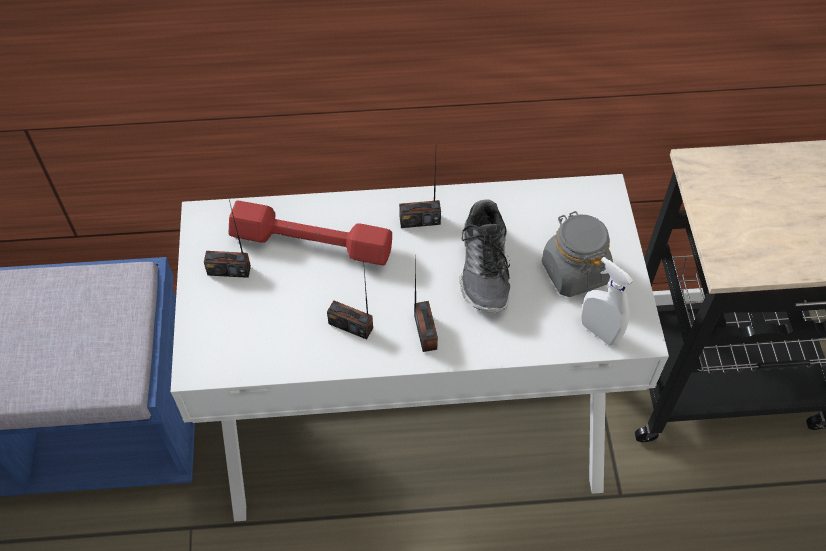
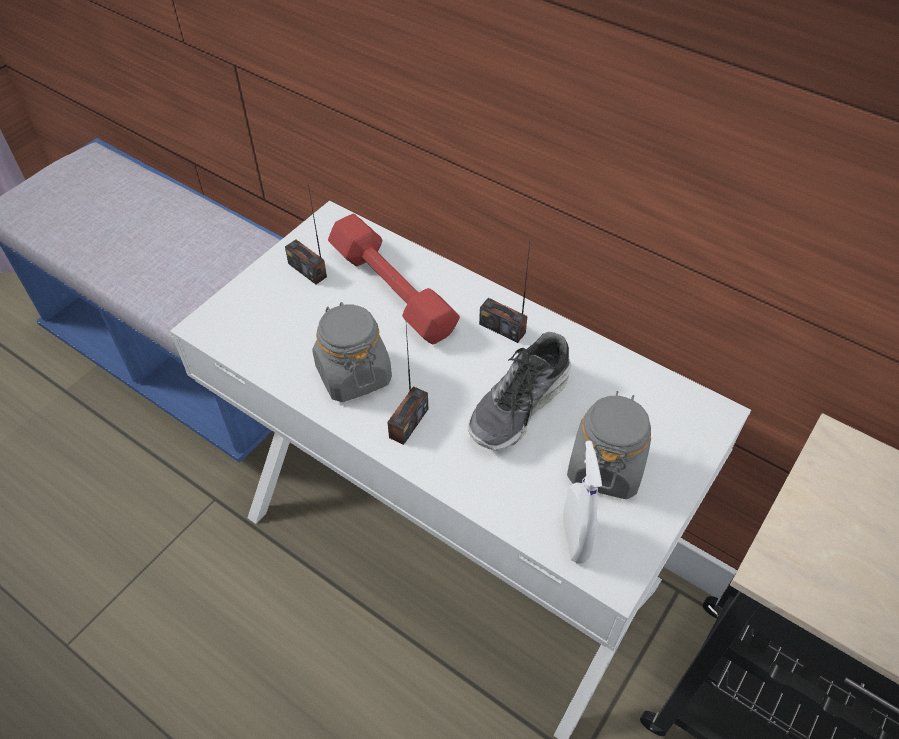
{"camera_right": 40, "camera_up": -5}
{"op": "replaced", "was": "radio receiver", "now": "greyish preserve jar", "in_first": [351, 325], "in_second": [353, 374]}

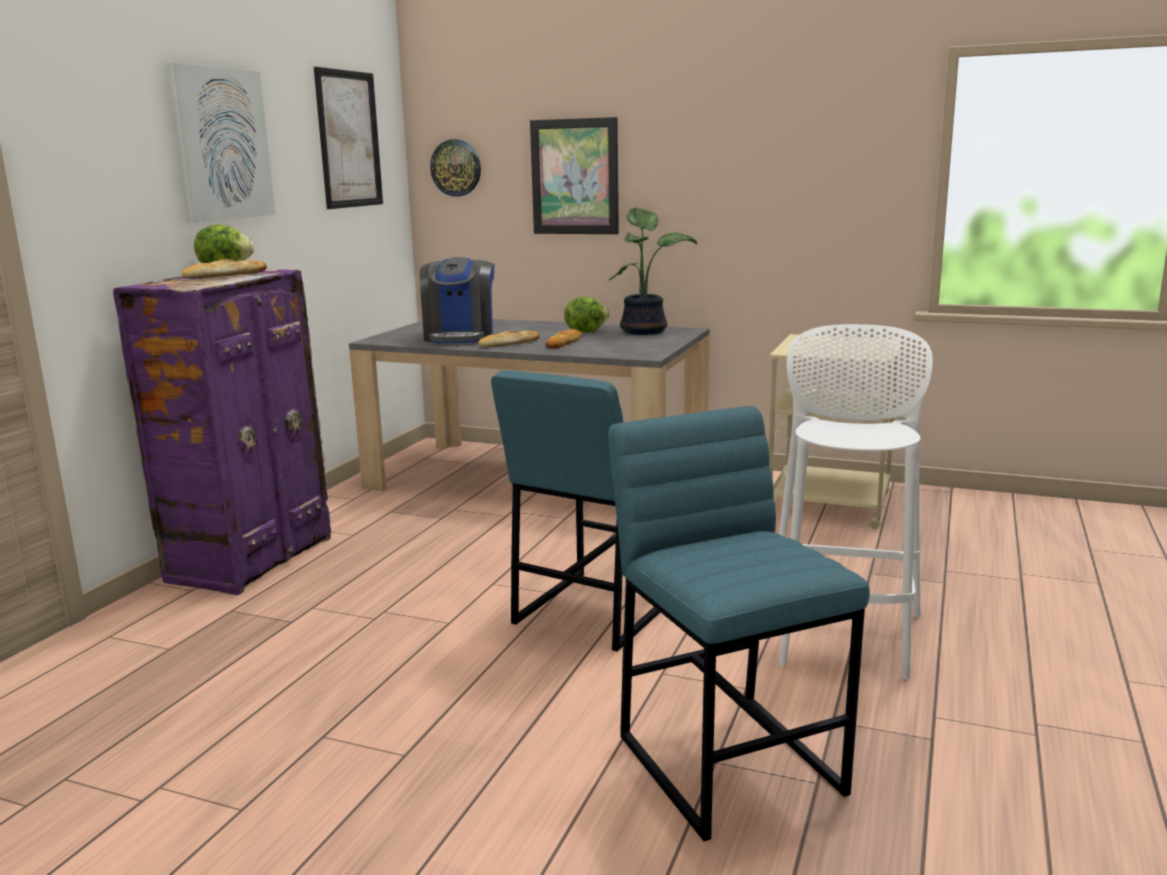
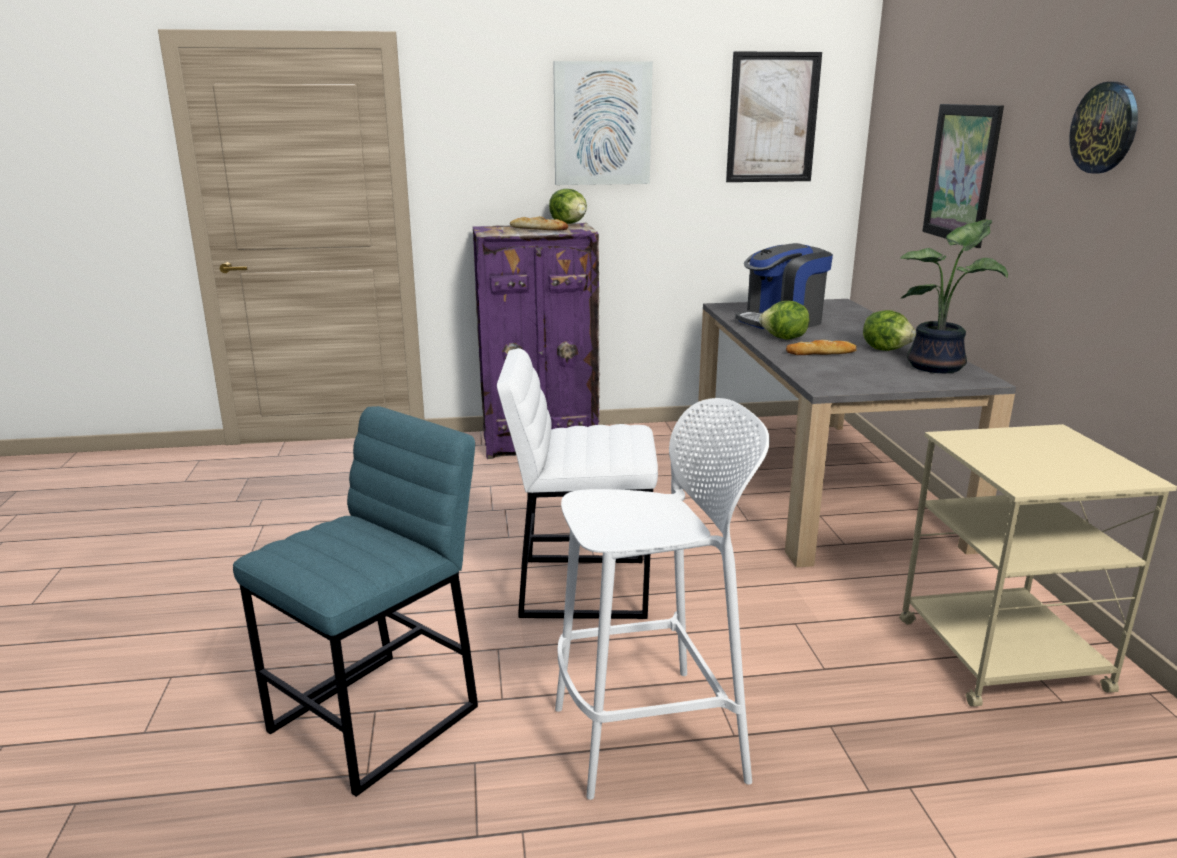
{"camera_right": 60, "camera_up": 5}
{"op": "moved", "was": "wall clock", "in_first": [456, 168], "in_second": [1105, 128]}
{"op": "replaced", "was": "bread", "now": "lettuce", "in_first": [508, 344], "in_second": [784, 338]}
{"op": "recoloured", "was": "bluish stool", "now": "white-coloured stool", "in_first": [594, 611], "in_second": [579, 587]}

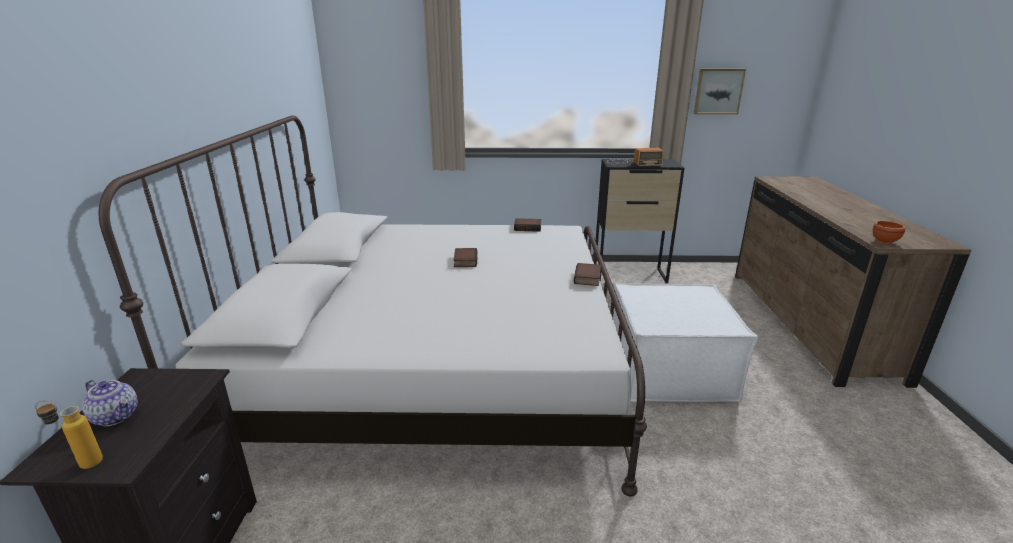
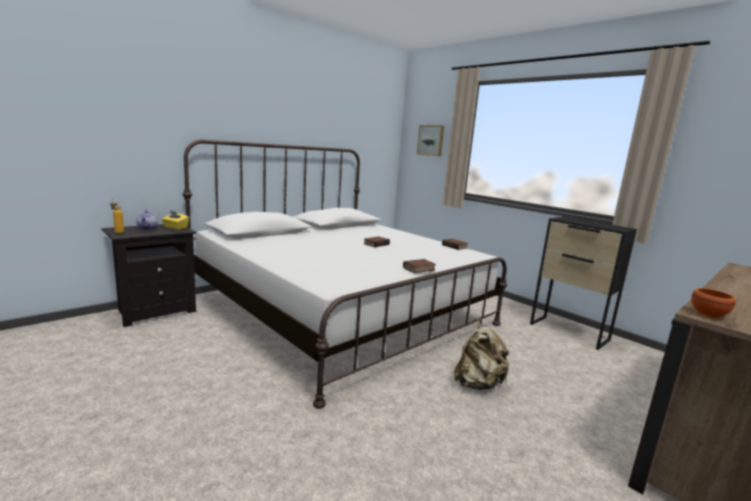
{"camera_right": 45, "camera_up": -10}
{"op": "removed", "was": "radio receiver", "in_first": [631, 163]}
{"op": "added", "now": "yellow-coloured box of tissues", "in_second": [175, 228]}
{"op": "moved", "was": "picture", "in_first": [718, 91], "in_second": [431, 140]}
{"op": "replaced", "was": "white-coloured pouffe", "now": "beige rucksack", "in_first": [669, 369], "in_second": [478, 383]}

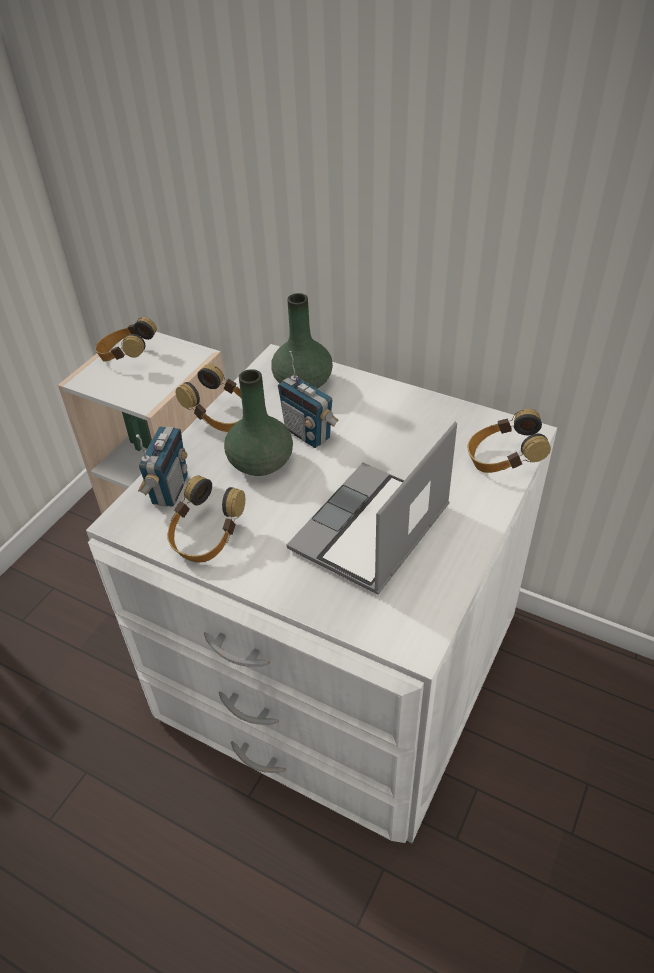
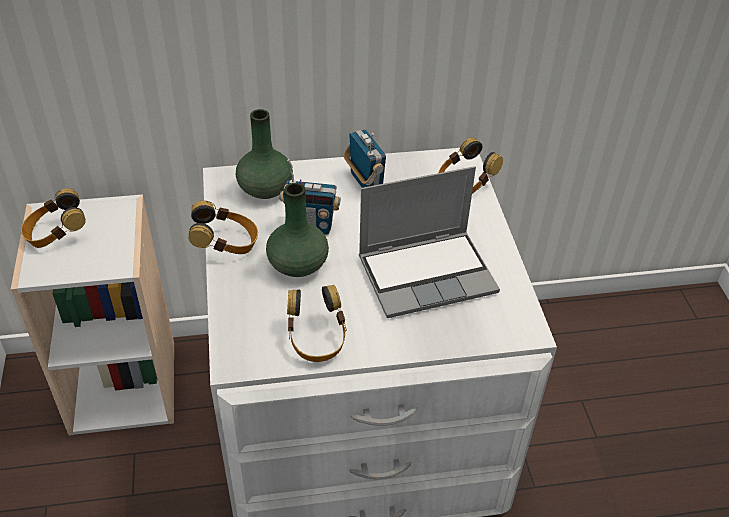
{"camera_right": -40, "camera_up": 0}
{"op": "moved", "was": "radio receiver", "in_first": [169, 490], "in_second": [365, 182]}
{"op": "turned", "was": "portable computer", "in_first": [371, 531], "in_second": [428, 274], "clockwise": -105}

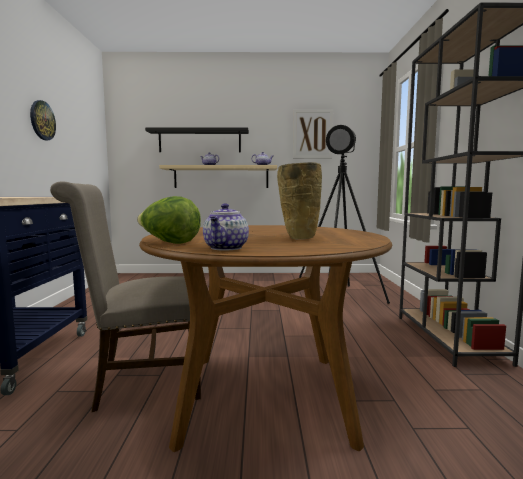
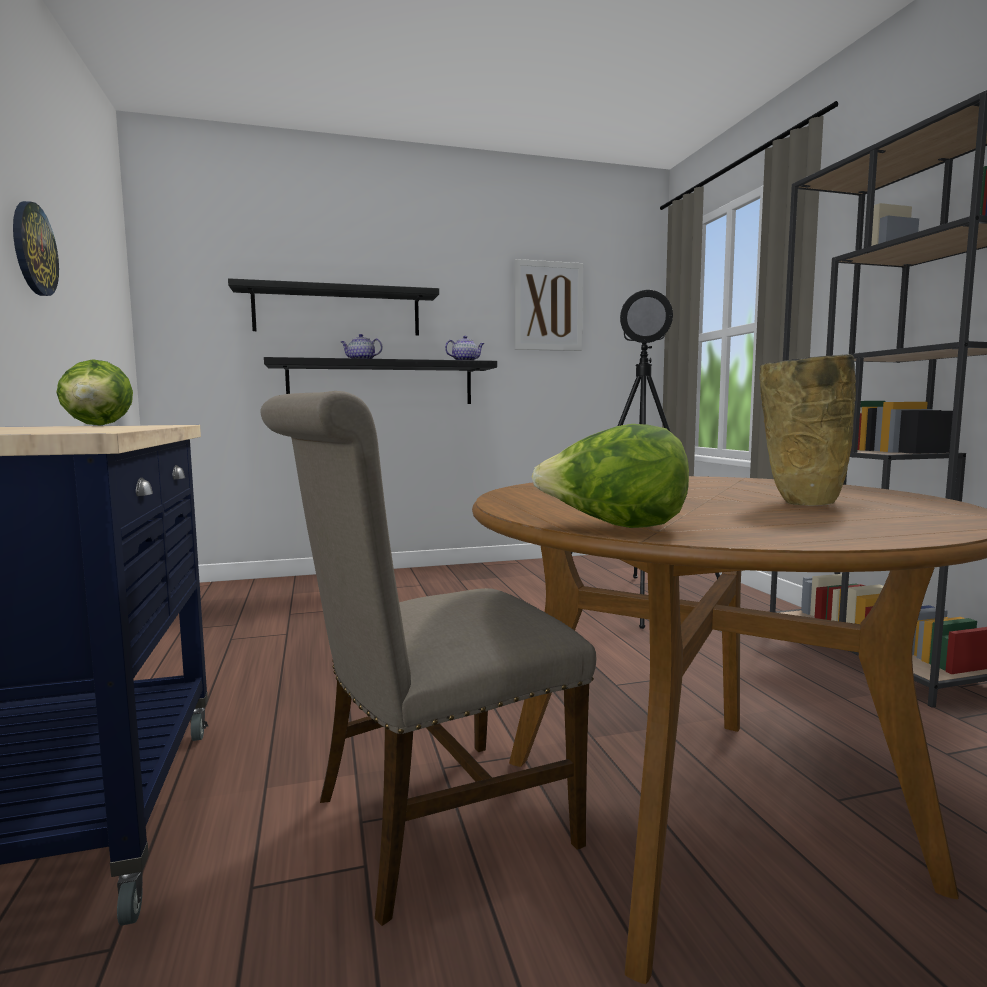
{"camera_right": -15, "camera_up": 0}
{"op": "removed", "was": "teapot", "in_first": [226, 248]}
{"op": "added", "now": "lettuce", "in_second": [98, 425]}
{"op": "recoloured", "was": "beige wall shelf", "now": "blackish wall shelf", "in_first": [221, 177], "in_second": [381, 383]}

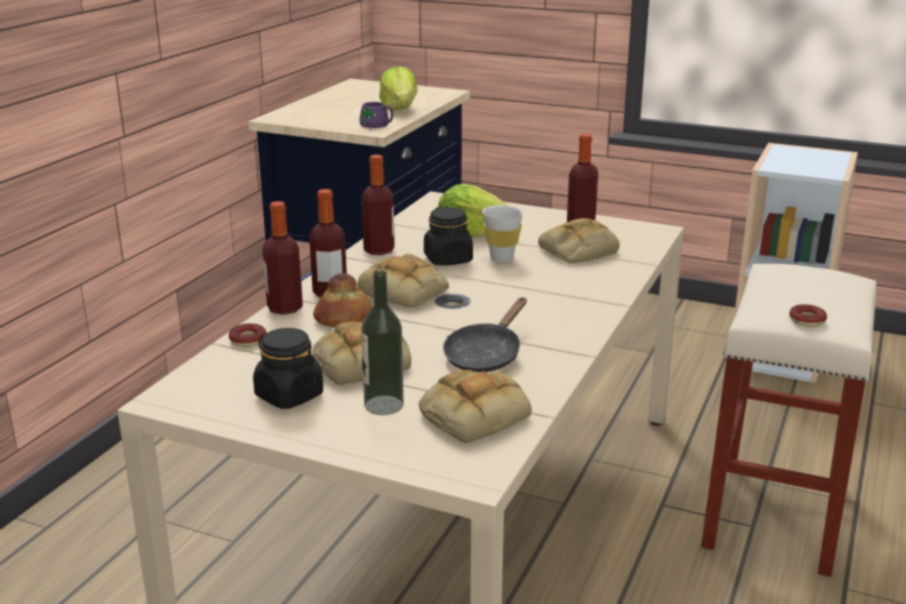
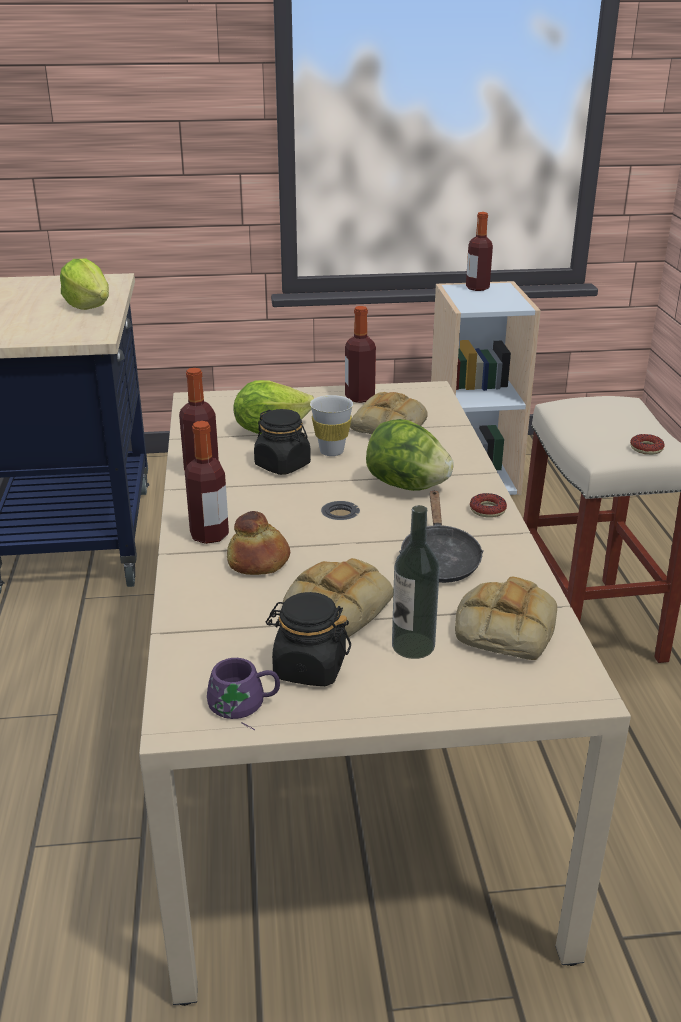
{"camera_right": -30, "camera_up": 5}
{"op": "removed", "was": "bread", "in_first": [405, 291]}
{"op": "added", "now": "lettuce", "in_second": [406, 486]}
{"op": "moved", "was": "doughnut", "in_first": [248, 340], "in_second": [487, 510]}
{"op": "moved", "was": "beverage bottle", "in_first": [285, 308], "in_second": [477, 288]}
{"op": "moved", "was": "purple-coloured coffee mug", "in_first": [375, 126], "in_second": [243, 706]}

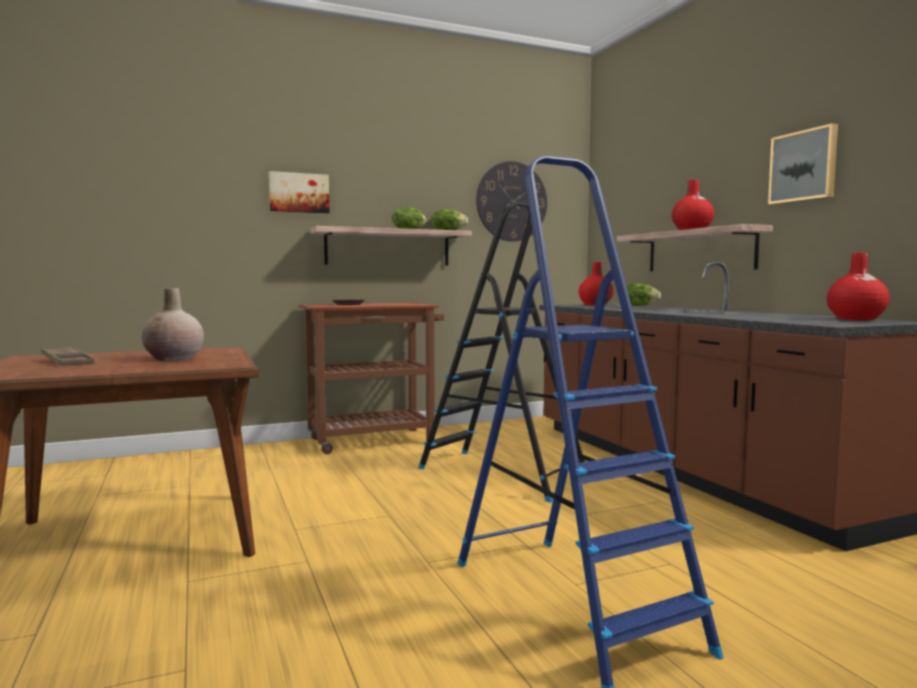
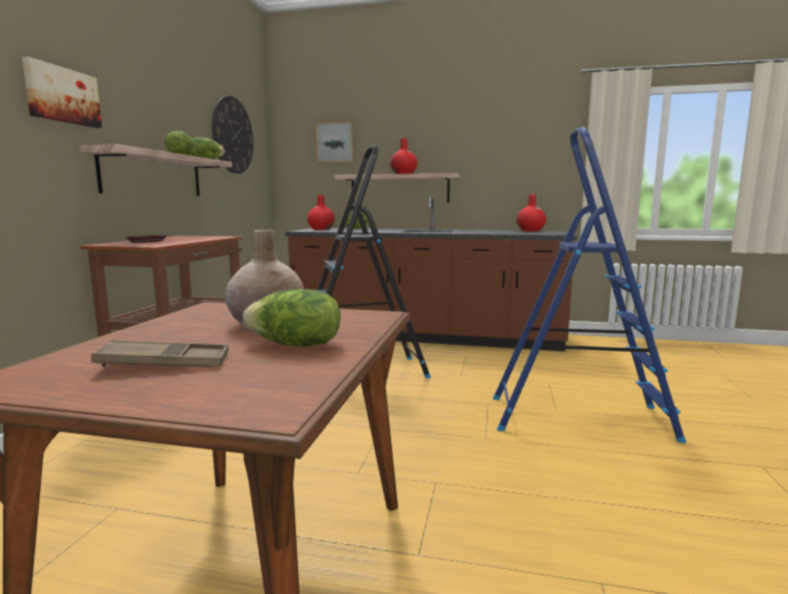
{"camera_right": -55, "camera_up": 5}
{"op": "added", "now": "lettuce", "in_second": [296, 345]}
{"op": "moved", "was": "picture", "in_first": [804, 166], "in_second": [336, 142]}

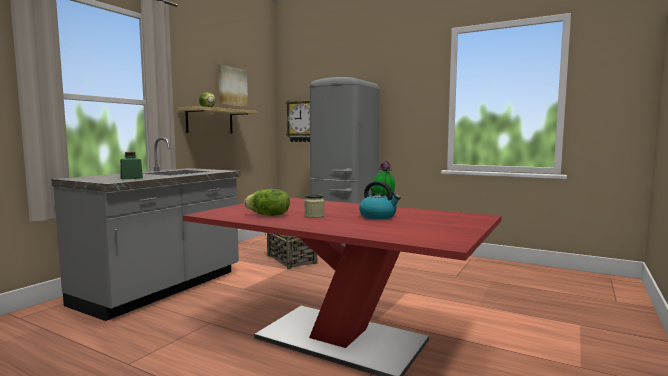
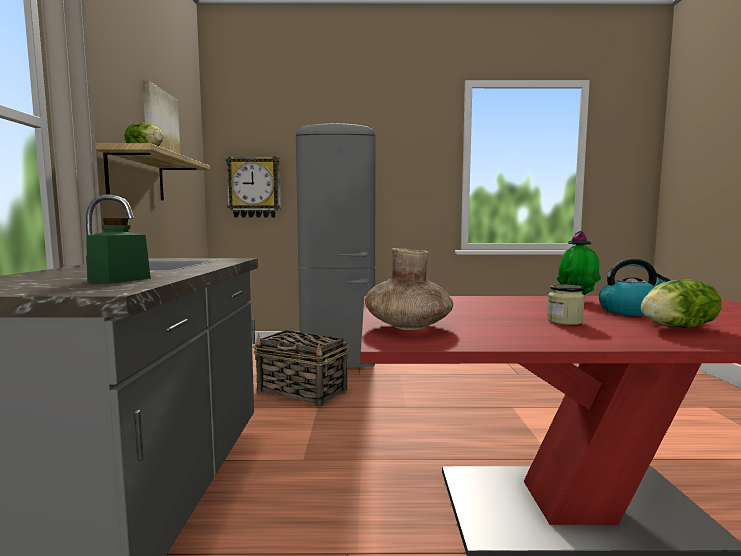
{"camera_right": -30, "camera_up": 0}
{"op": "added", "now": "brownish vase", "in_second": [408, 326]}
{"op": "moved", "was": "lettuce", "in_first": [268, 215], "in_second": [678, 328]}

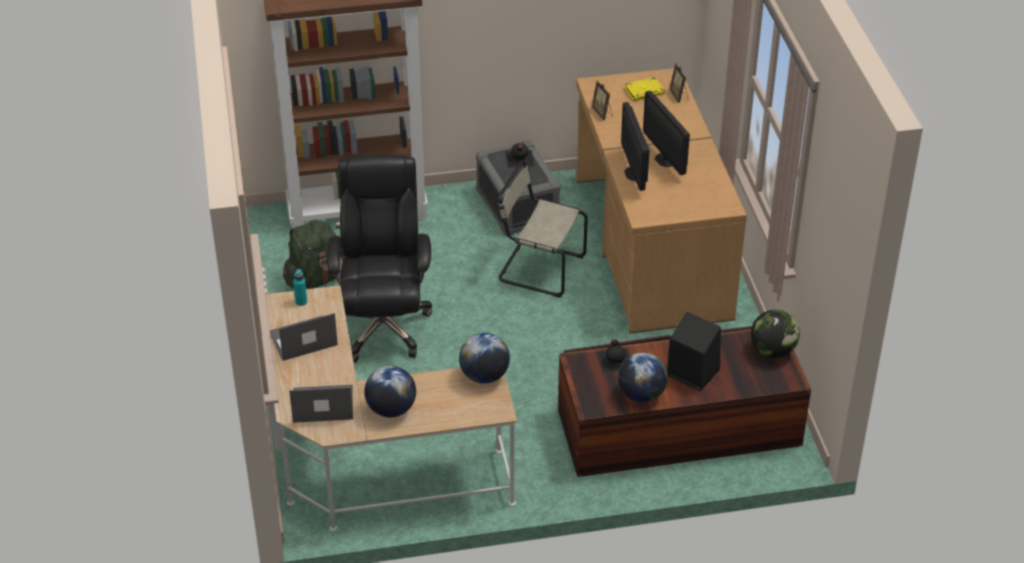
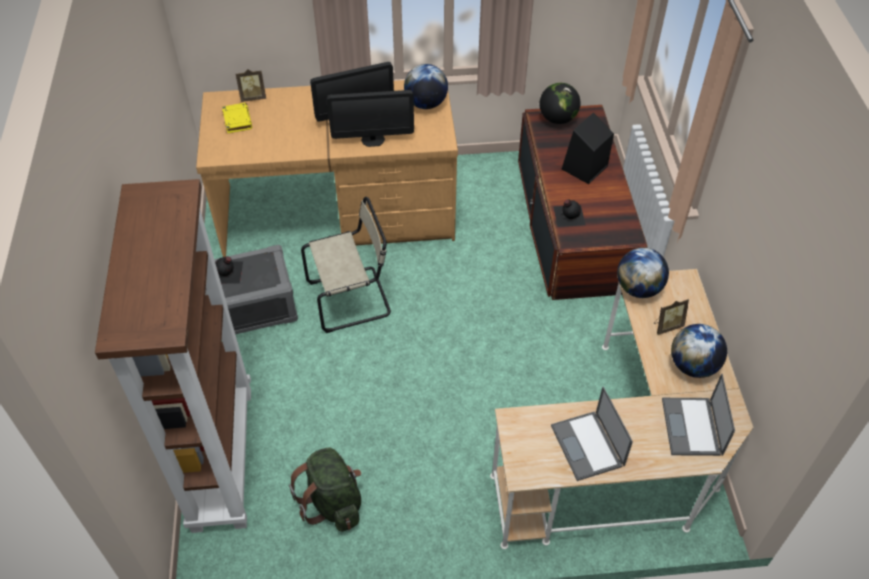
{"camera_right": -85, "camera_up": 10}
{"op": "removed", "was": "turquoise beverage bottle", "in_first": [301, 302]}
{"op": "removed", "was": "blackish desk chair", "in_first": [384, 326]}
{"op": "moved", "was": "standing frame", "in_first": [602, 113], "in_second": [667, 326]}
{"op": "moved", "was": "desk globe", "in_first": [641, 395], "in_second": [426, 104]}
{"op": "turned", "was": "beige plain chair", "in_first": [538, 268], "in_second": [352, 298], "clockwise": -135}

